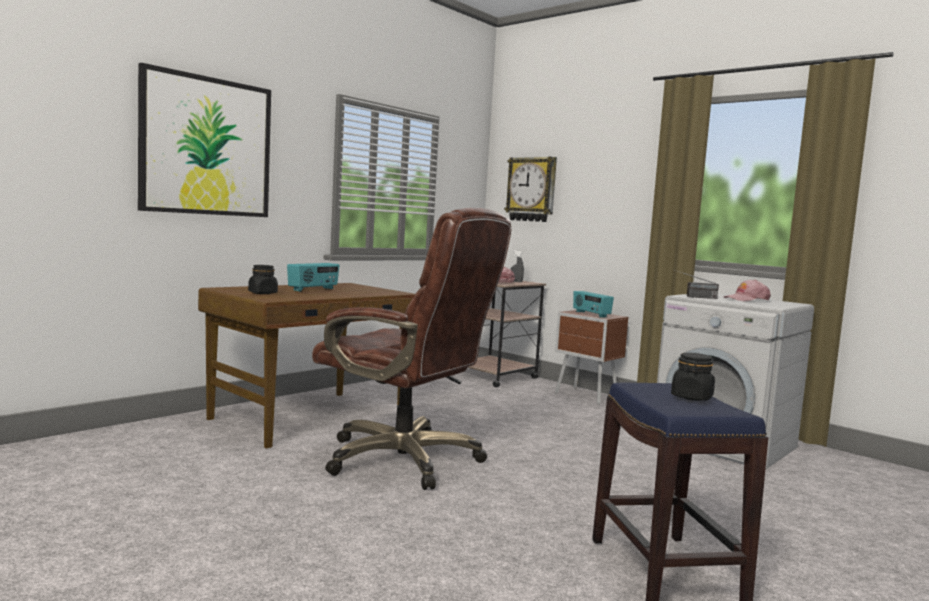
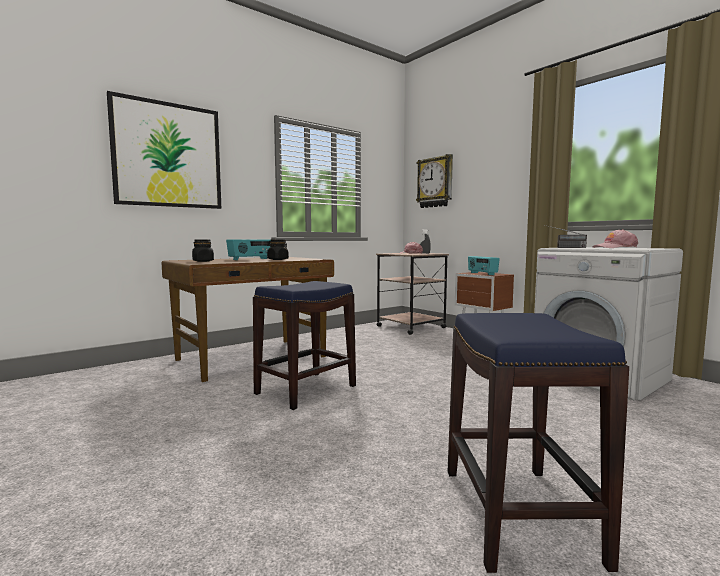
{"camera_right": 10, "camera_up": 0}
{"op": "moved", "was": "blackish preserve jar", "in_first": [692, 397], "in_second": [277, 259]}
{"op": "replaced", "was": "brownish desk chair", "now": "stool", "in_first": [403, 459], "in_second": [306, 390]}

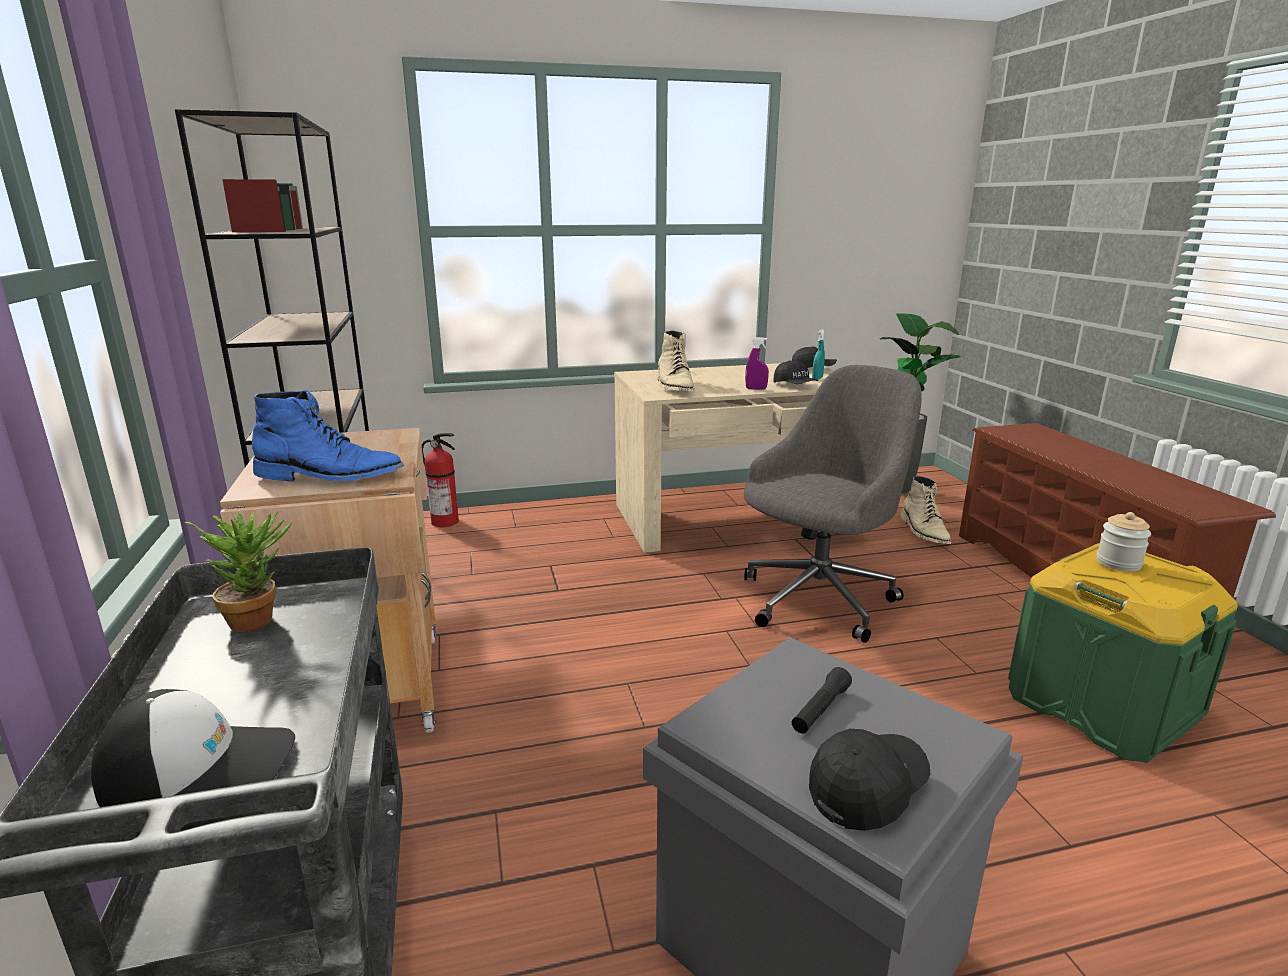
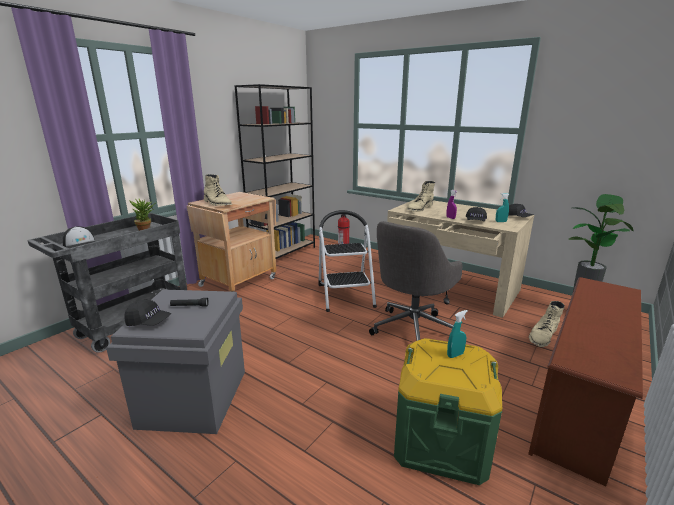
{"camera_right": 50, "camera_up": 0}
{"op": "added", "now": "step stool", "in_second": [345, 295]}
{"op": "replaced", "was": "preserve jar", "now": "turquoise hand sprayer", "in_first": [1118, 563], "in_second": [455, 355]}
{"op": "recoloured", "was": "bluish boot", "now": "beige boot", "in_first": [330, 476], "in_second": [217, 203]}
{"op": "turned", "was": "greyish desk chair", "in_first": [818, 599], "in_second": [412, 330], "clockwise": 120}

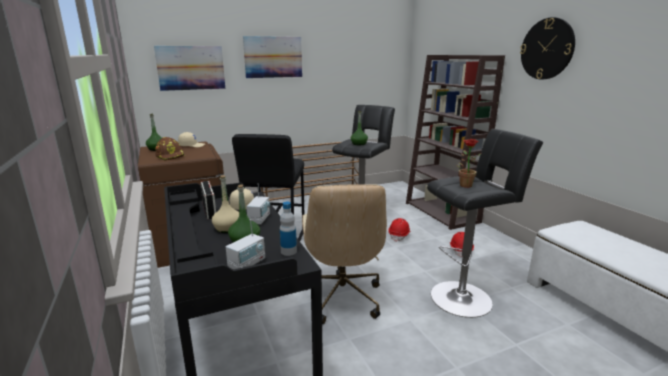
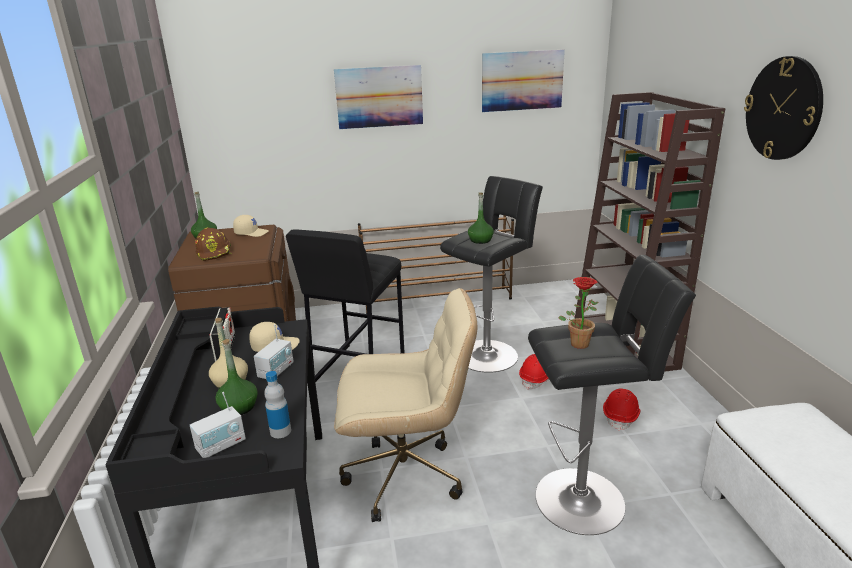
{"camera_right": 15, "camera_up": 5}
{"op": "moved", "was": "picture", "in_first": [191, 68], "in_second": [522, 81]}
{"op": "turned", "was": "beige desk chair", "in_first": [342, 300], "in_second": [408, 477], "clockwise": -105}

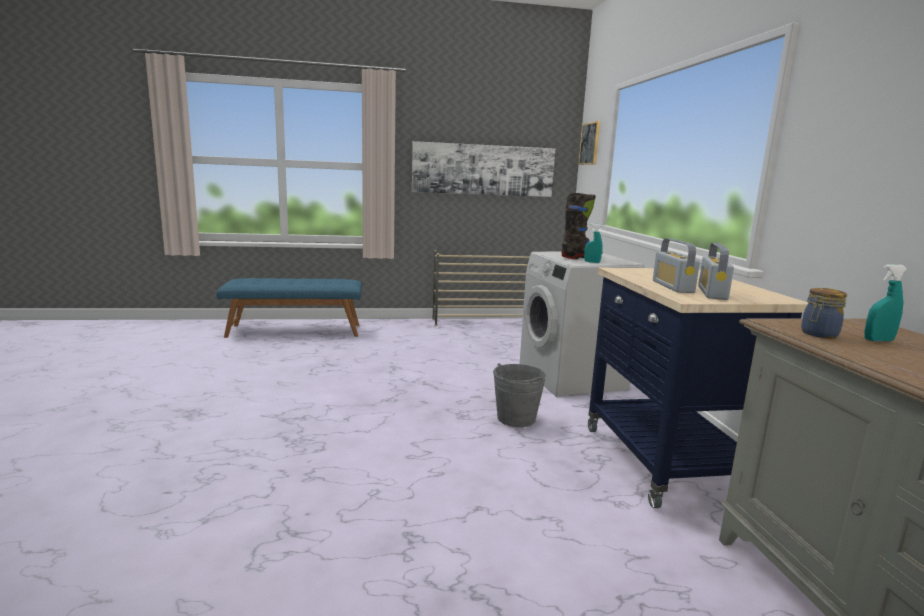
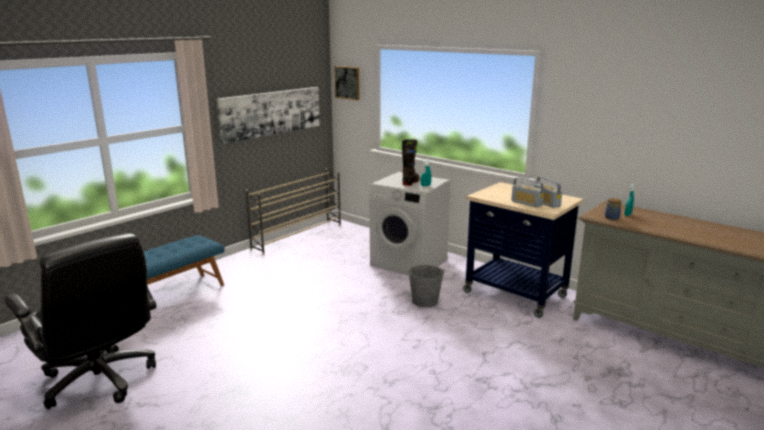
{"camera_right": -40, "camera_up": 5}
{"op": "added", "now": "blackish desk chair", "in_second": [99, 383]}

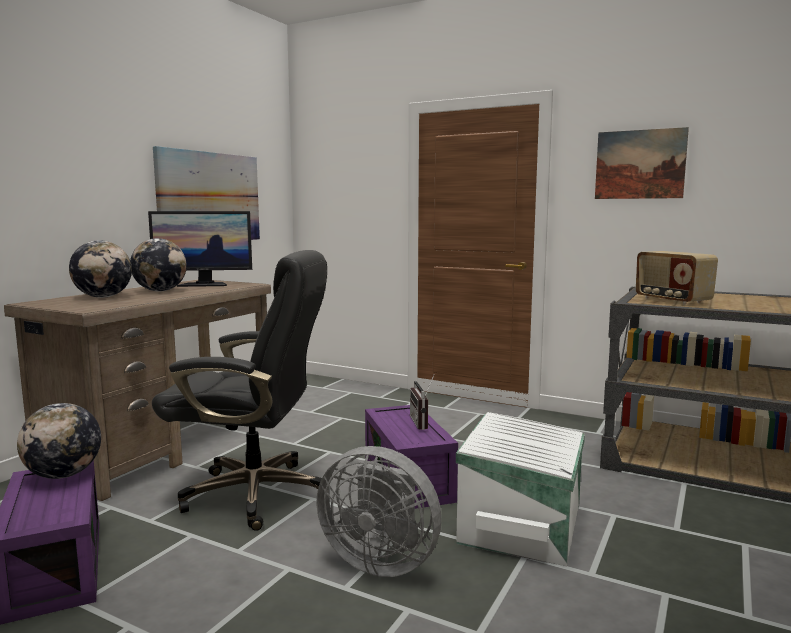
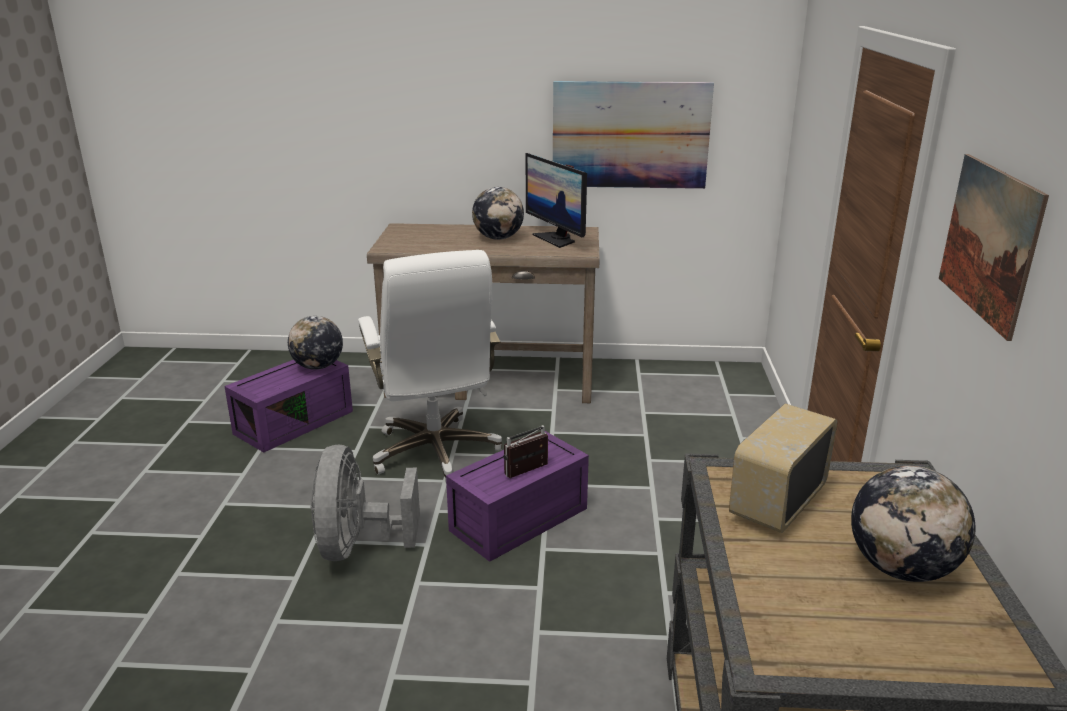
{"camera_right": 65, "camera_up": 15}
{"op": "removed", "was": "white-coloured storage container", "in_first": [523, 523]}
{"op": "moved", "was": "desk globe", "in_first": [103, 297], "in_second": [901, 568]}
{"op": "recoloured", "was": "blackish desk chair", "now": "white-coloured desk chair", "in_first": [251, 494], "in_second": [434, 450]}

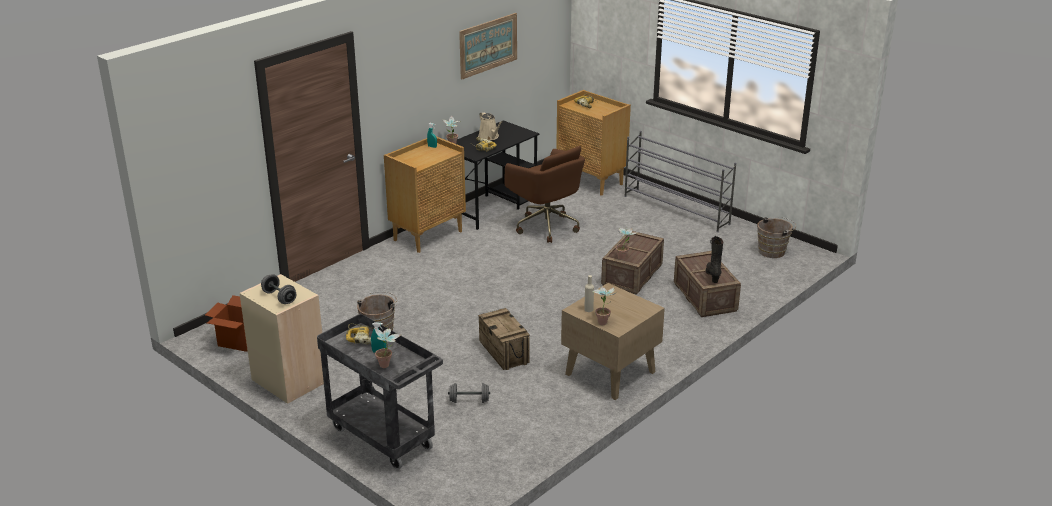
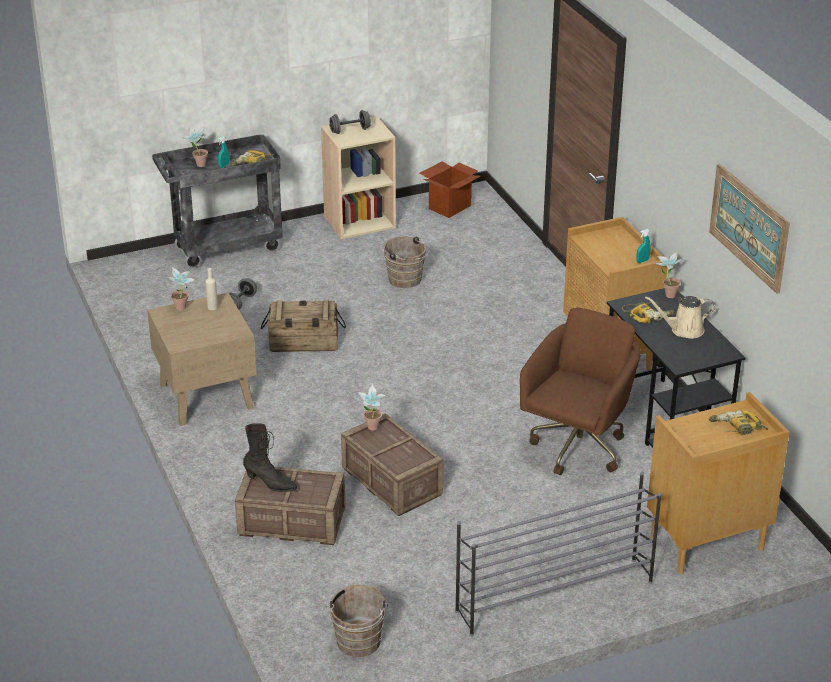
{"camera_right": 115, "camera_up": 5}
{"op": "turned", "was": "brownish desk chair", "in_first": [544, 227], "in_second": [576, 452], "clockwise": 135}

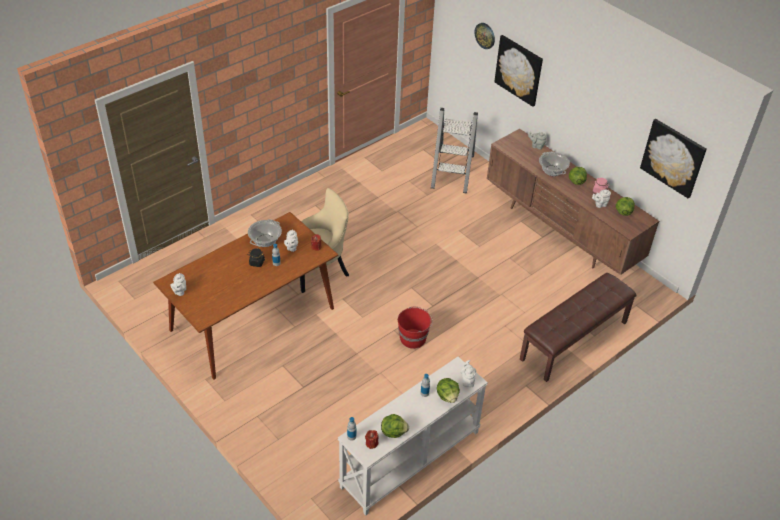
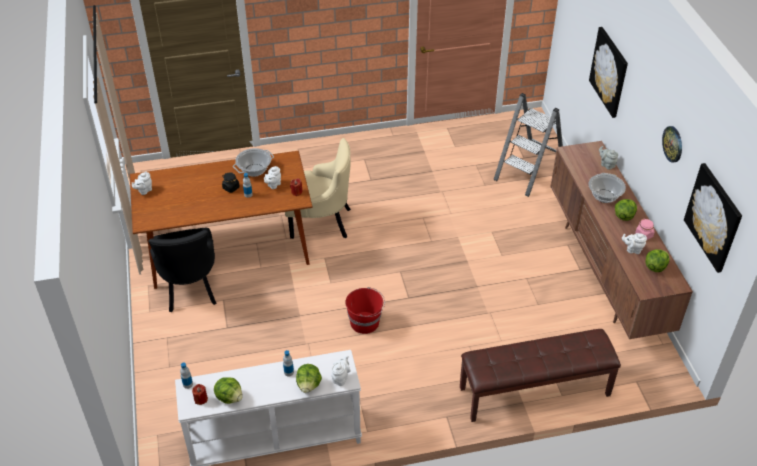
{"camera_right": 30, "camera_up": 0}
{"op": "added", "now": "blackish plain chair", "in_second": [189, 286]}
{"op": "moved", "was": "wall clock", "in_first": [485, 35], "in_second": [673, 144]}

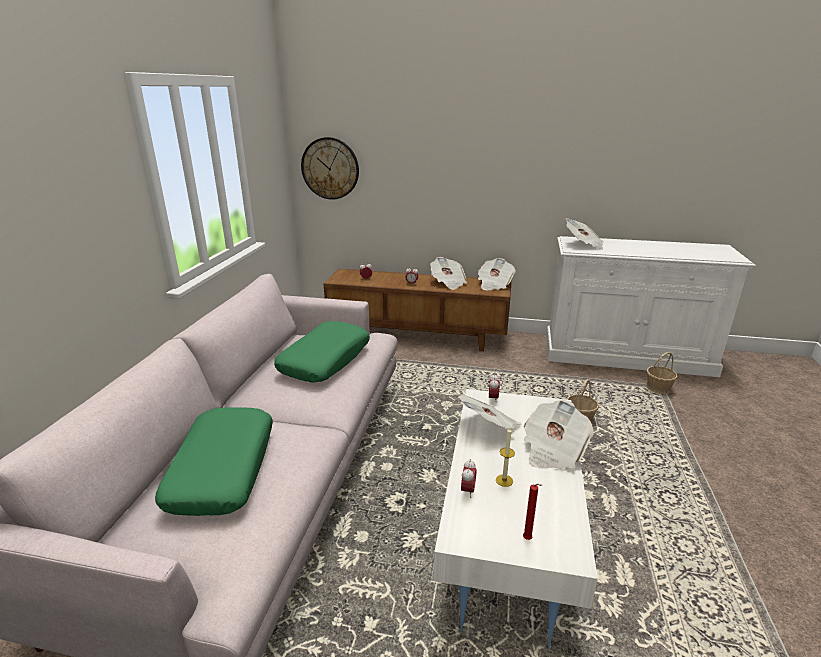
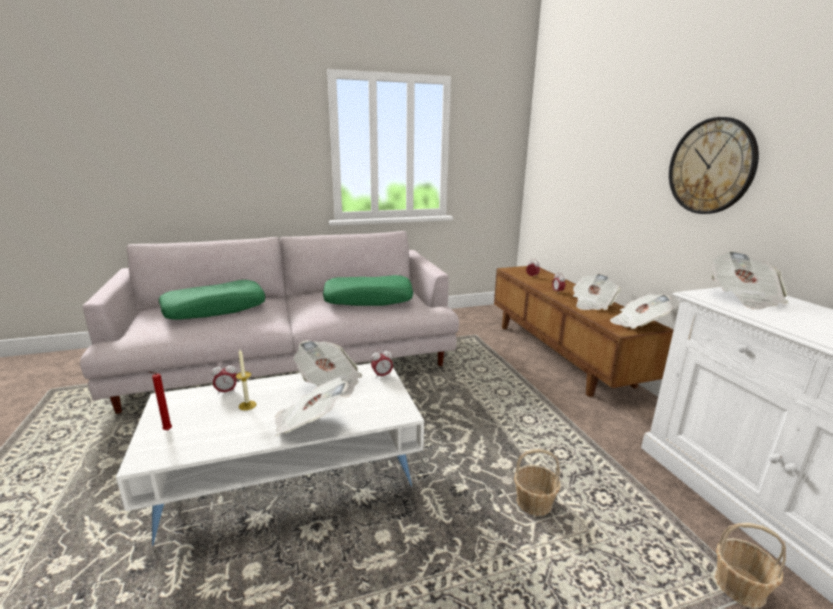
{"camera_right": 60, "camera_up": -5}
{"op": "moved", "was": "wall clock", "in_first": [330, 168], "in_second": [711, 166]}

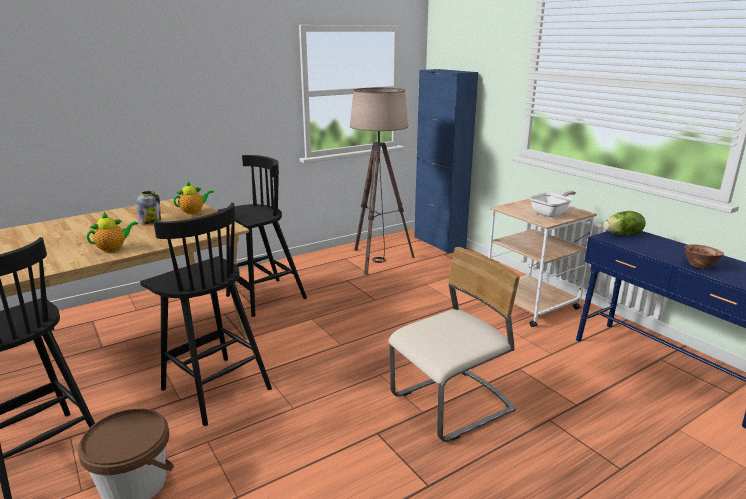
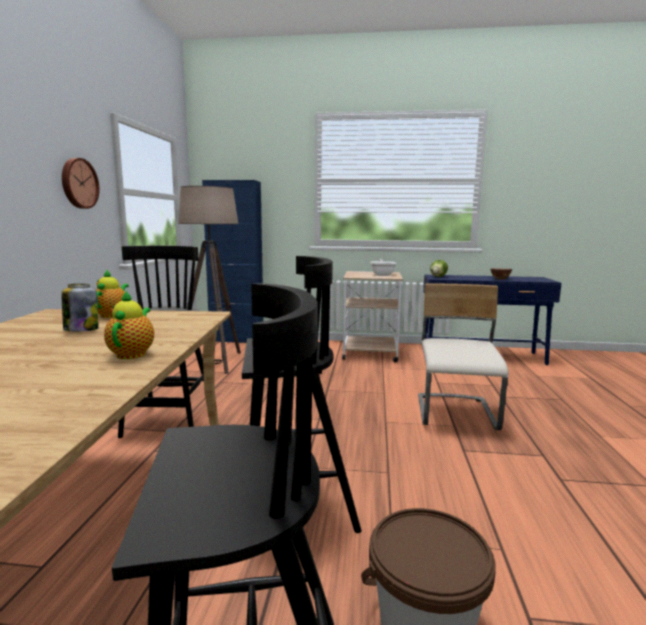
{"camera_right": -50, "camera_up": -10}
{"op": "added", "now": "wall clock", "in_second": [78, 183]}

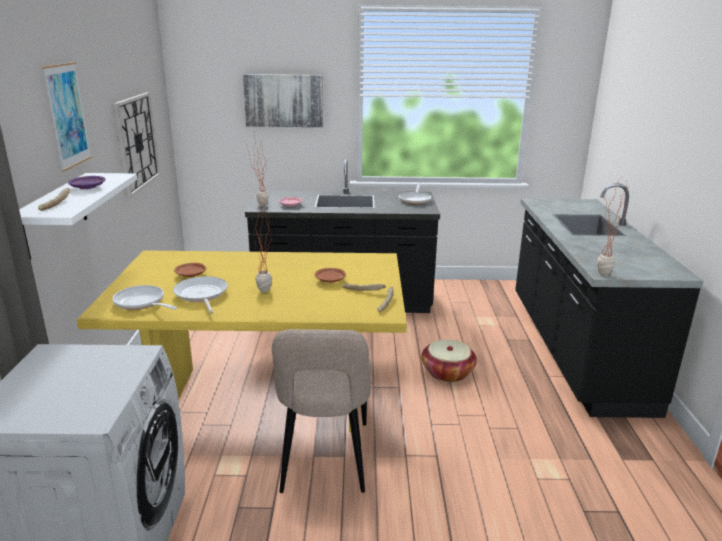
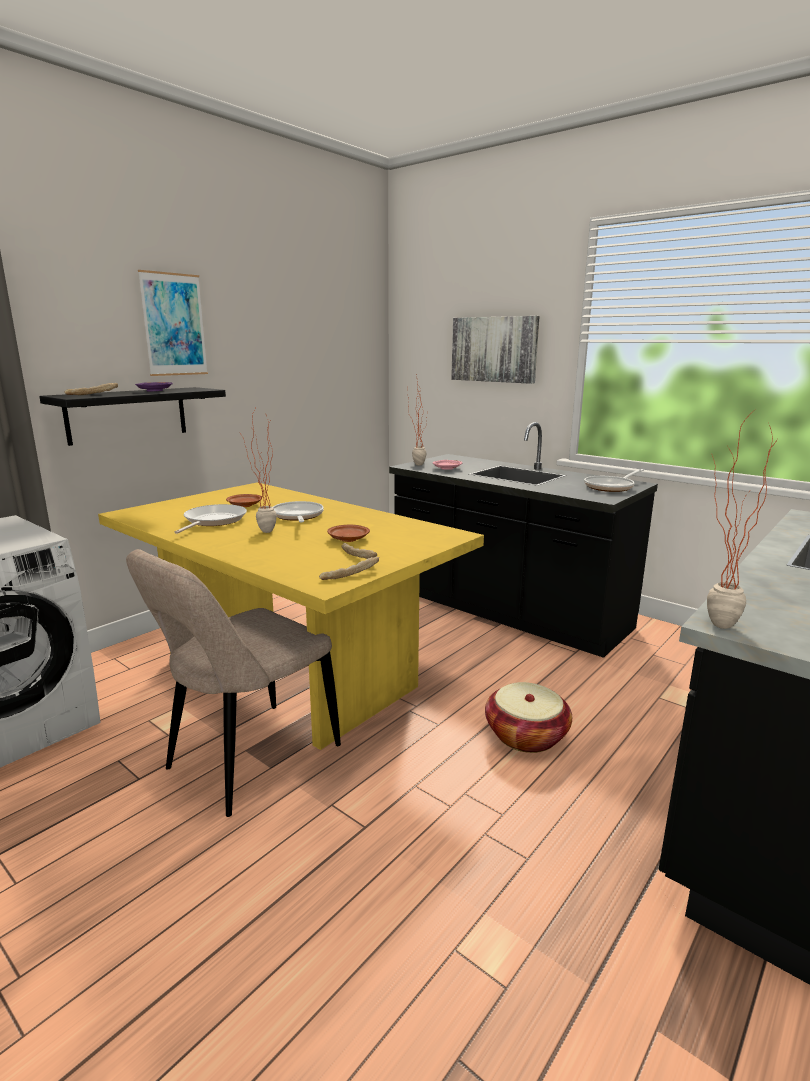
{"camera_right": 40, "camera_up": -5}
{"op": "removed", "was": "wall clock", "in_first": [137, 142]}
{"op": "moved", "was": "pan", "in_first": [142, 303], "in_second": [297, 517]}
{"op": "recoloured", "was": "white-coloured wall shelf", "now": "blackish wall shelf", "in_first": [54, 215], "in_second": [127, 415]}

